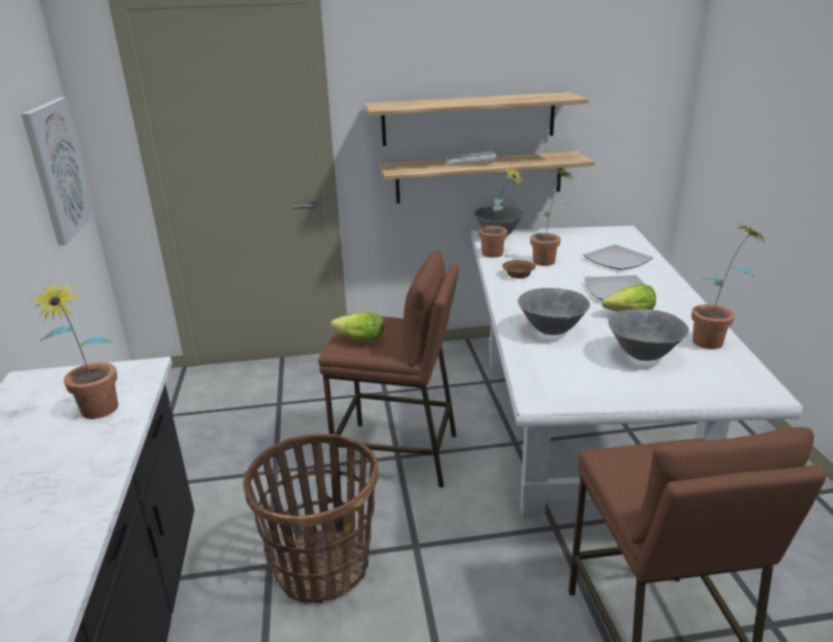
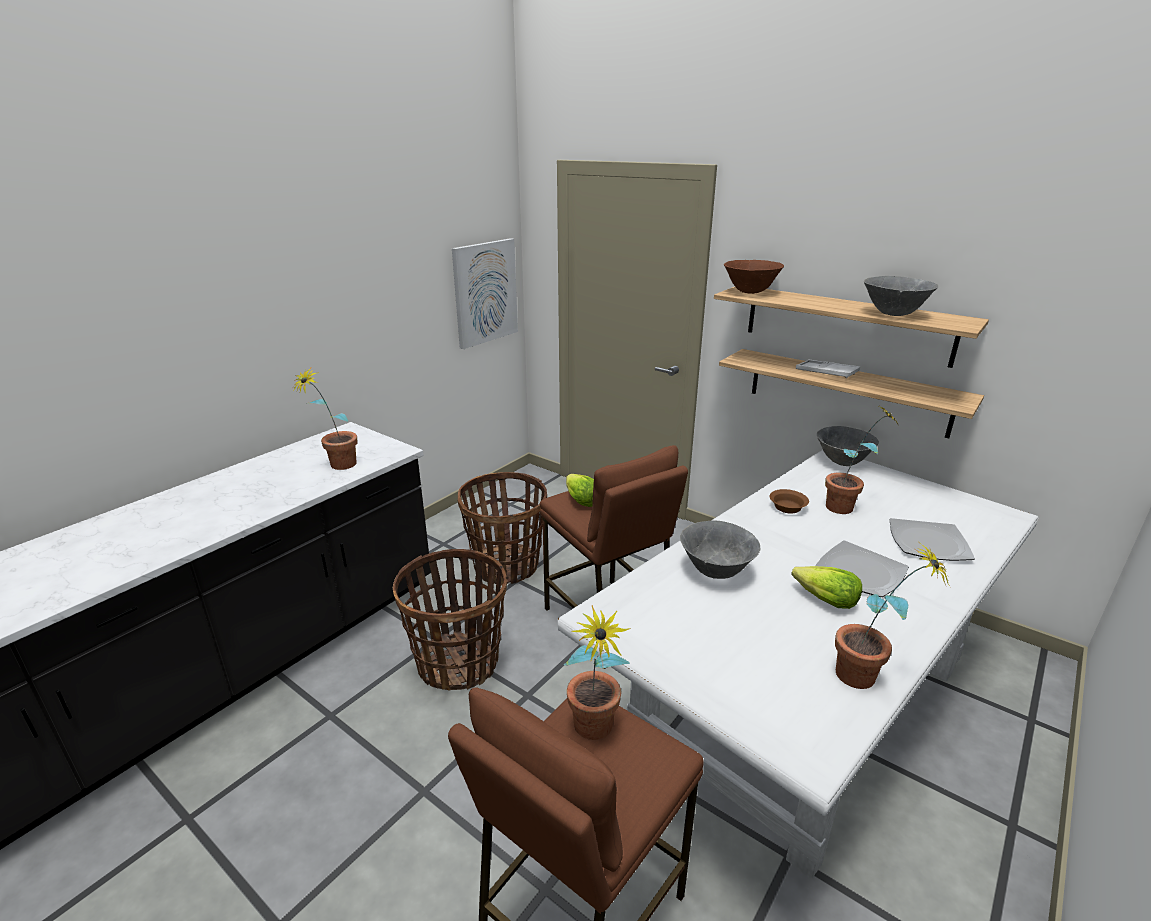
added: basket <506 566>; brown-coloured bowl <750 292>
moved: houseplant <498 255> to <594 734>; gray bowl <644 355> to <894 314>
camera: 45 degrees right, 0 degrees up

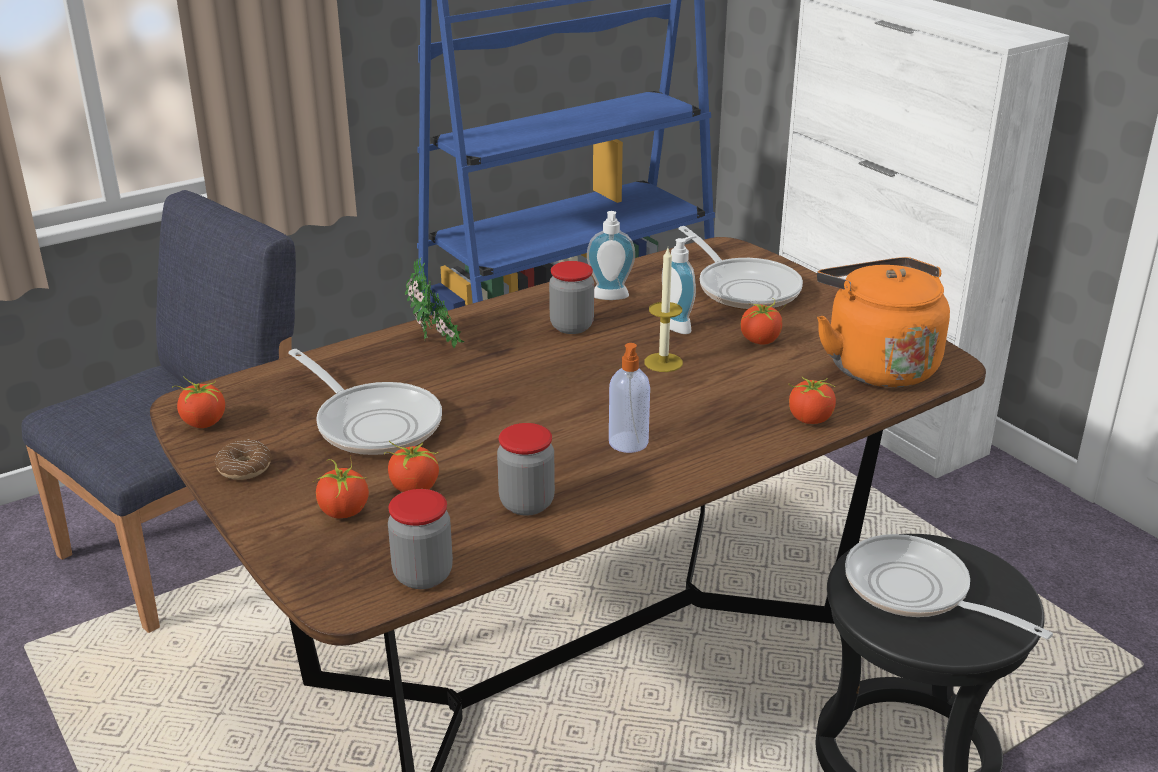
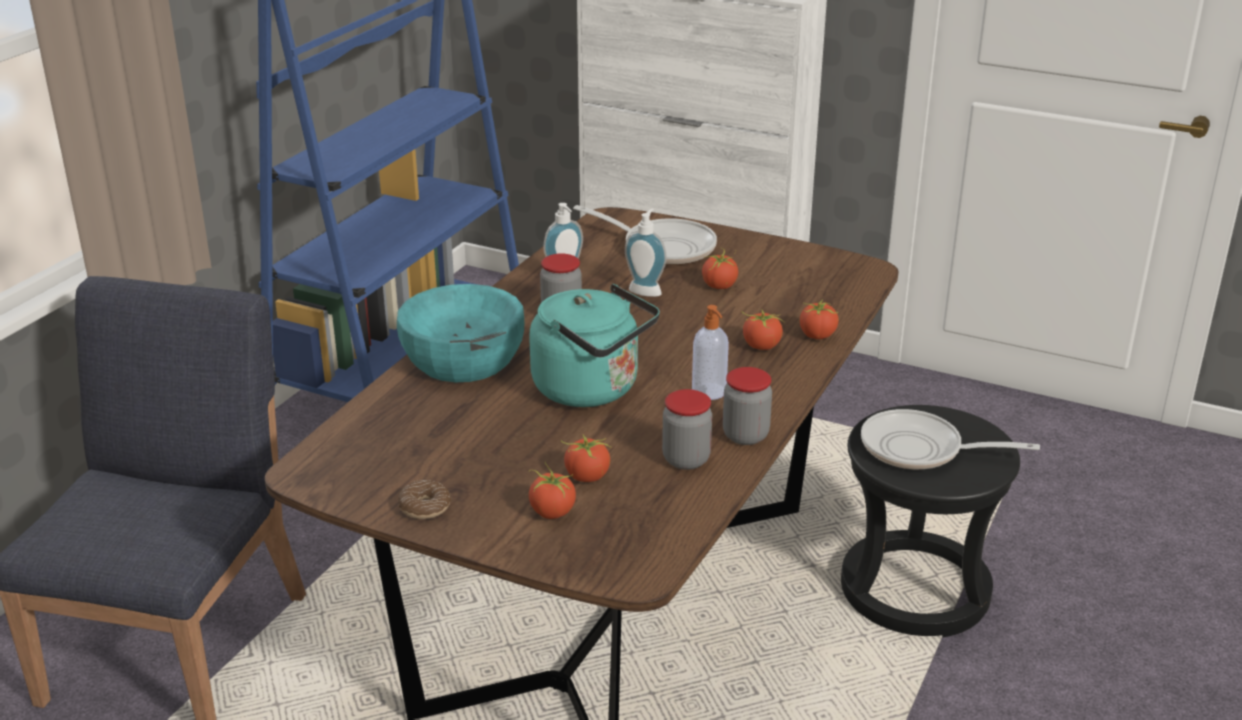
removed: pan <373 423>; candle <663 362>; orangey kettle <876 364>
added: turquoise-coloured kettle <592 389>
moved: tomato <203 423> to <761 346>; jar <423 575> to <745 435>
replaced: houseplant <435 344> to turquoise-coloured bowl <463 359>
camera: 30 degrees left, 0 degrees up

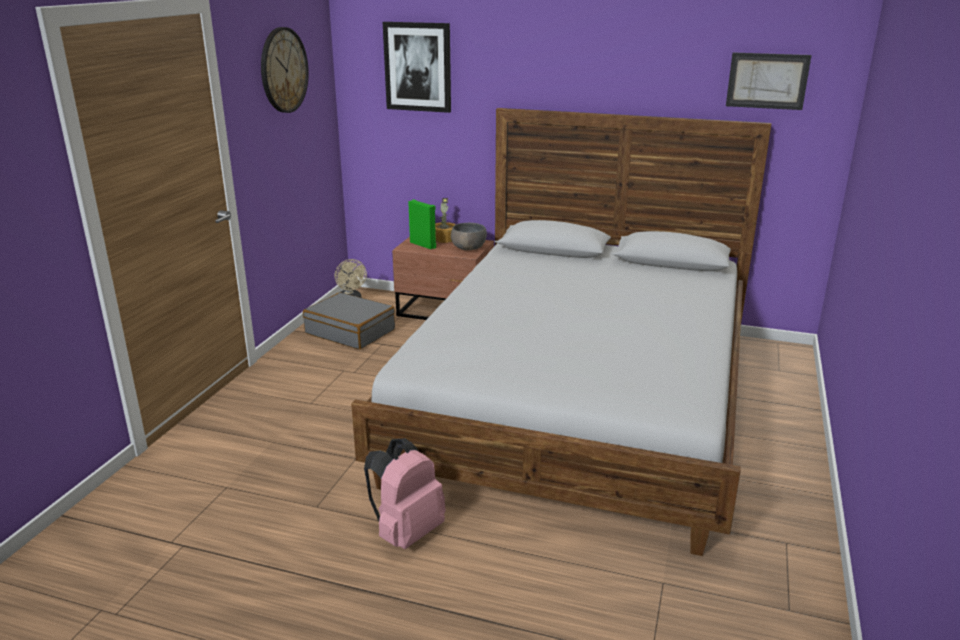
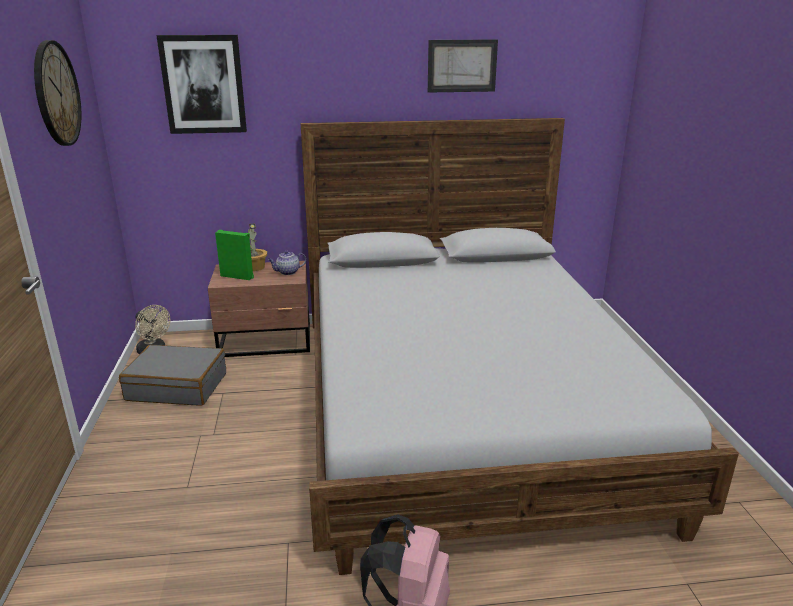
moved: picture <767 81> to <462 66>
replaced: gray bowl <468 248> to pot for tea <287 272>
camera: 25 degrees left, 0 degrees up

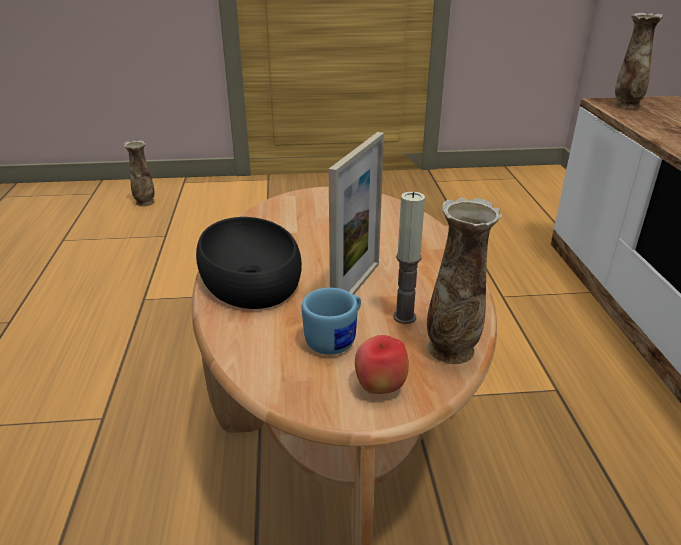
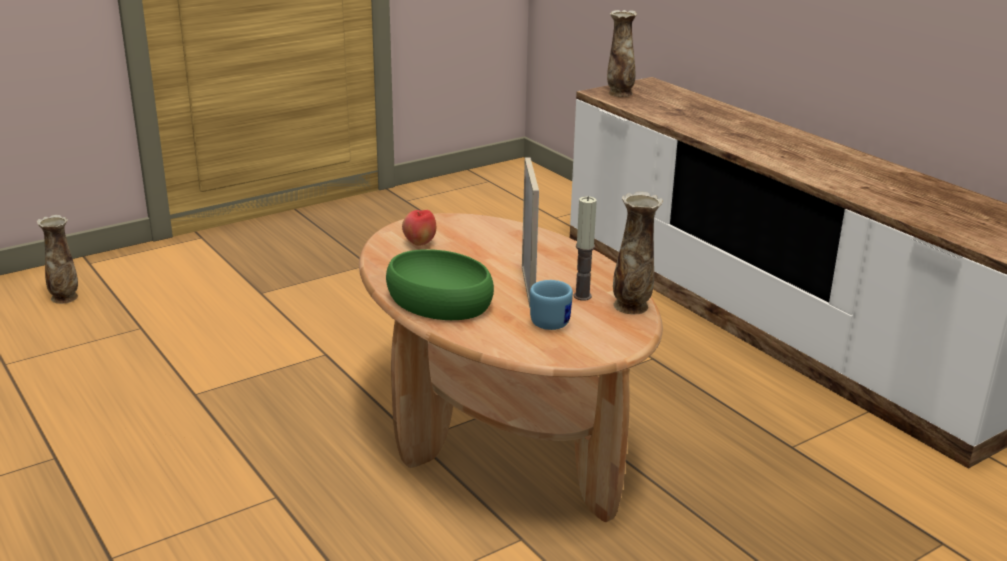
moved: apple fruit <380 387> to <419 243>
recoloured: blackish bowl <248 277> to green bowl <438 300>
camera: 30 degrees left, 5 degrees down

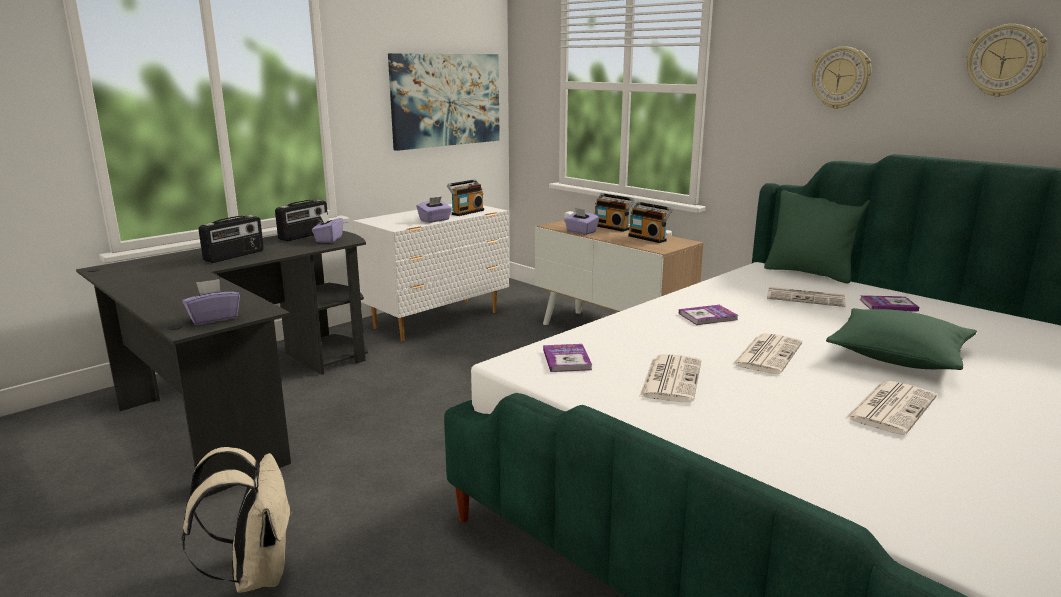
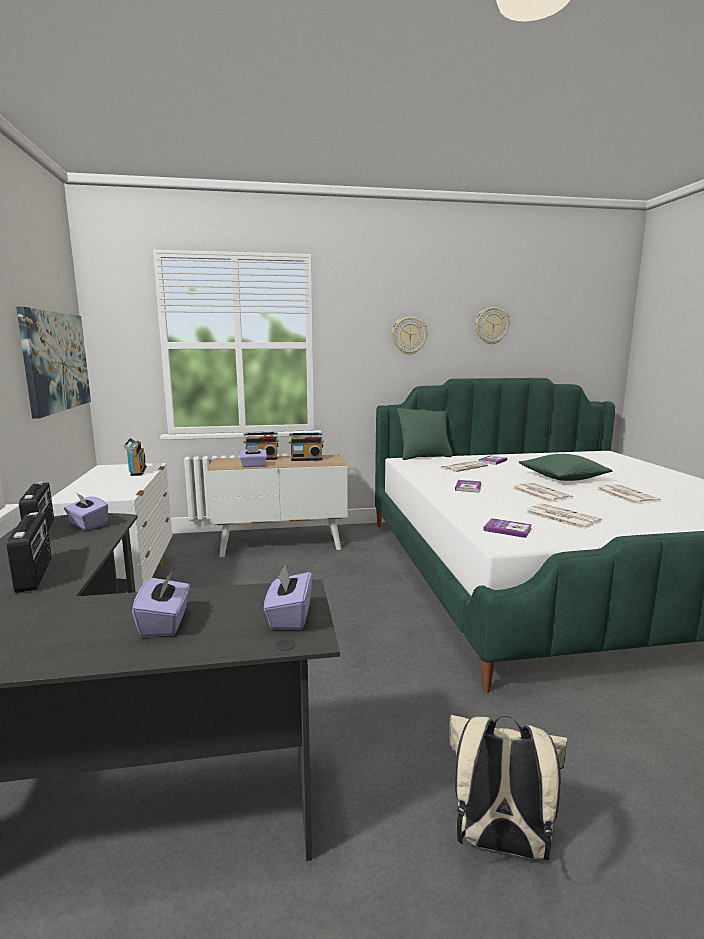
moved: purple-coloured box of tissues <435 220> to <165 623>
camera: 55 degrees left, 5 degrees down

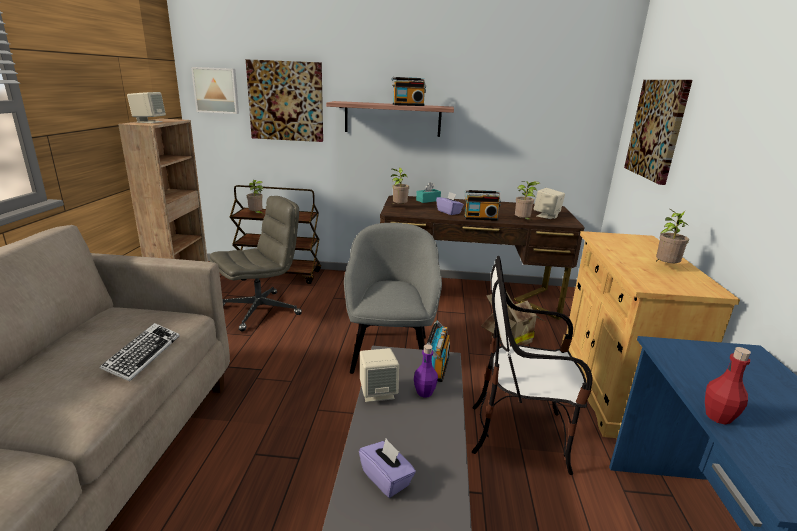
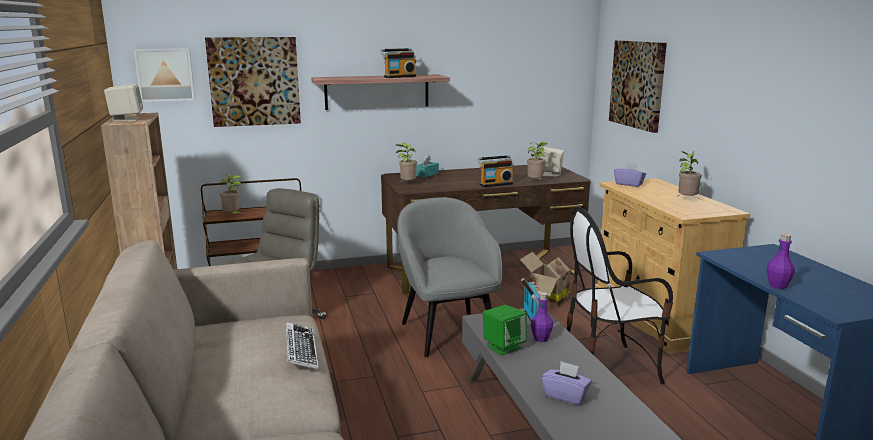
moved: purple-coloured box of tissues <449 212> to <629 184>
recoloured: beige-coloured speaker <378 392> to green speaker <503 346>; red-coloured beverage bottle <718 417> to purple-coloured beverage bottle <777 286>
camera: 20 degrees left, 5 degrees down

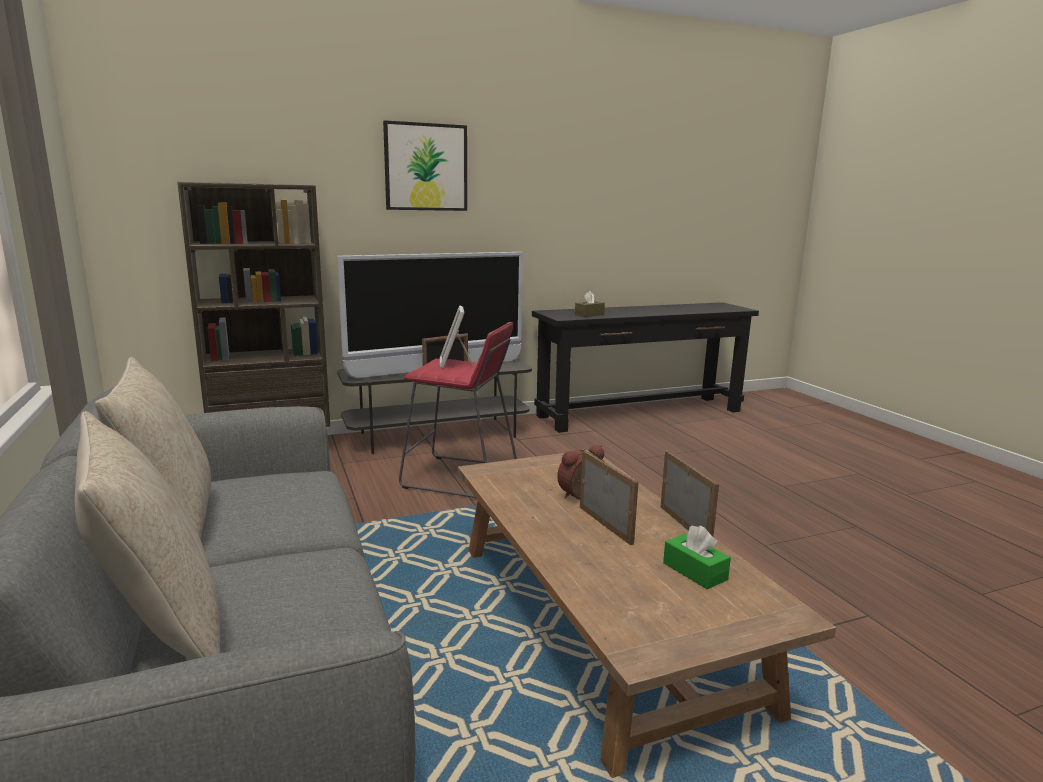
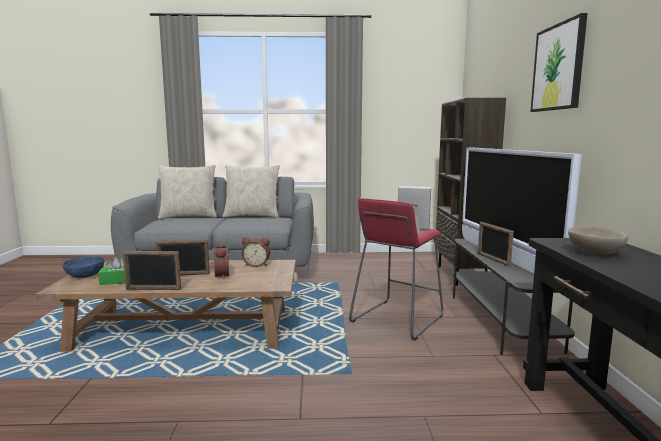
added: blue-coloured bowl <85 275>; bedside clock <257 265>
replaced: brown-coloured box of tissues <589 314> to beige-coloured bowl <594 253>
camera: 110 degrees right, 5 degrees down

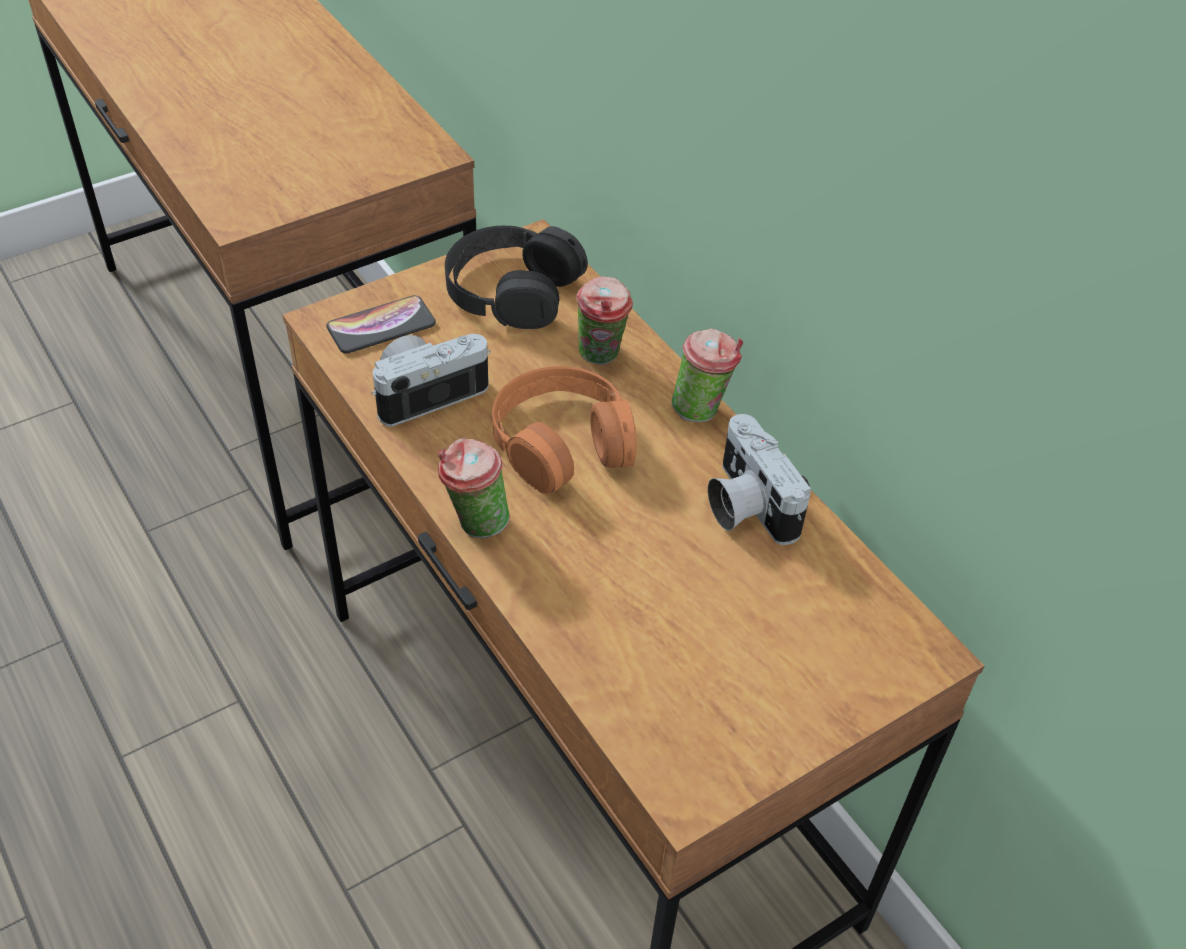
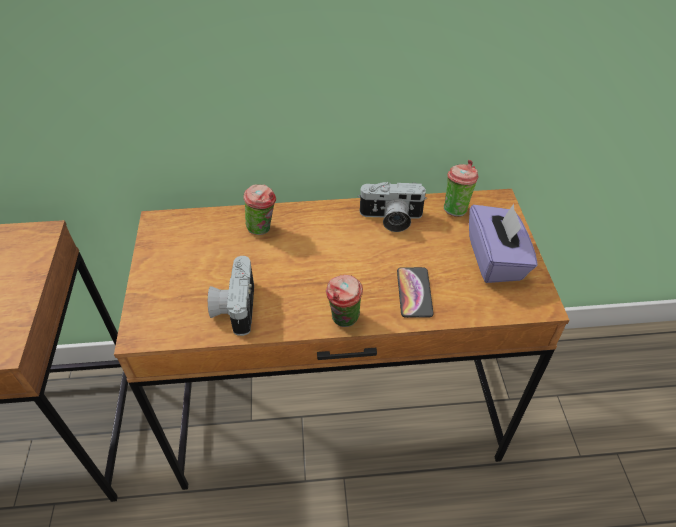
removed: blackish pair of headphones <511 290>; orangey pair of headphones <562 442>
added: purple-coloured box of tissues <496 259>
moved: telephone <381 326> to <414 292>; cup <702 410> to <456 208>
camera: 60 degrees left, 0 degrees up

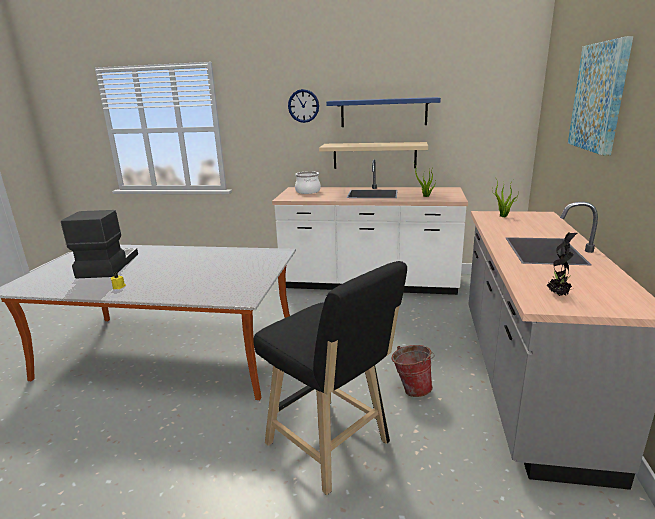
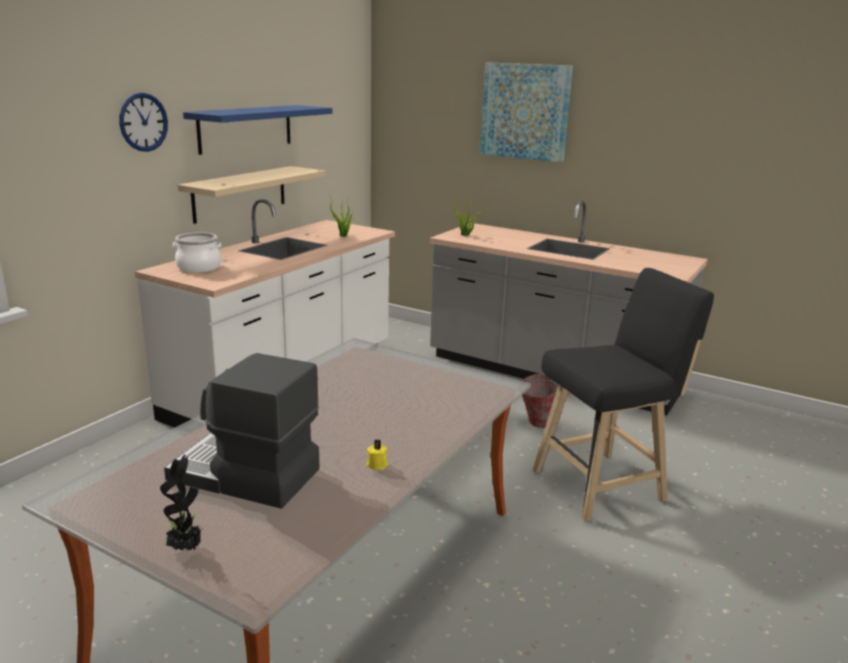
moved: houseplant <558 295> to <186 548>
camera: 70 degrees left, 0 degrees up

